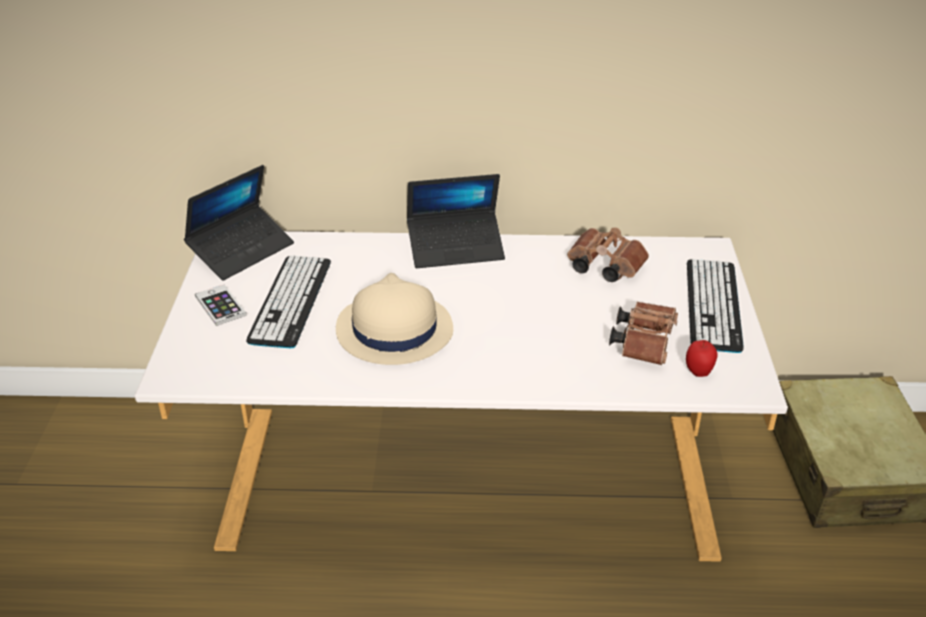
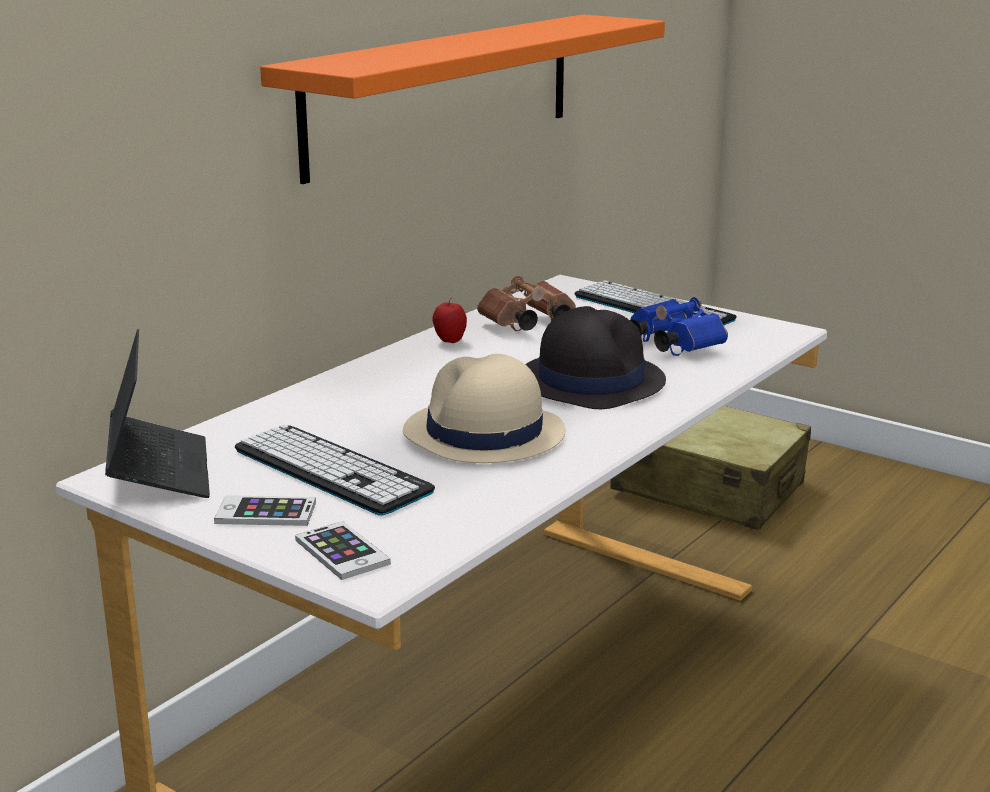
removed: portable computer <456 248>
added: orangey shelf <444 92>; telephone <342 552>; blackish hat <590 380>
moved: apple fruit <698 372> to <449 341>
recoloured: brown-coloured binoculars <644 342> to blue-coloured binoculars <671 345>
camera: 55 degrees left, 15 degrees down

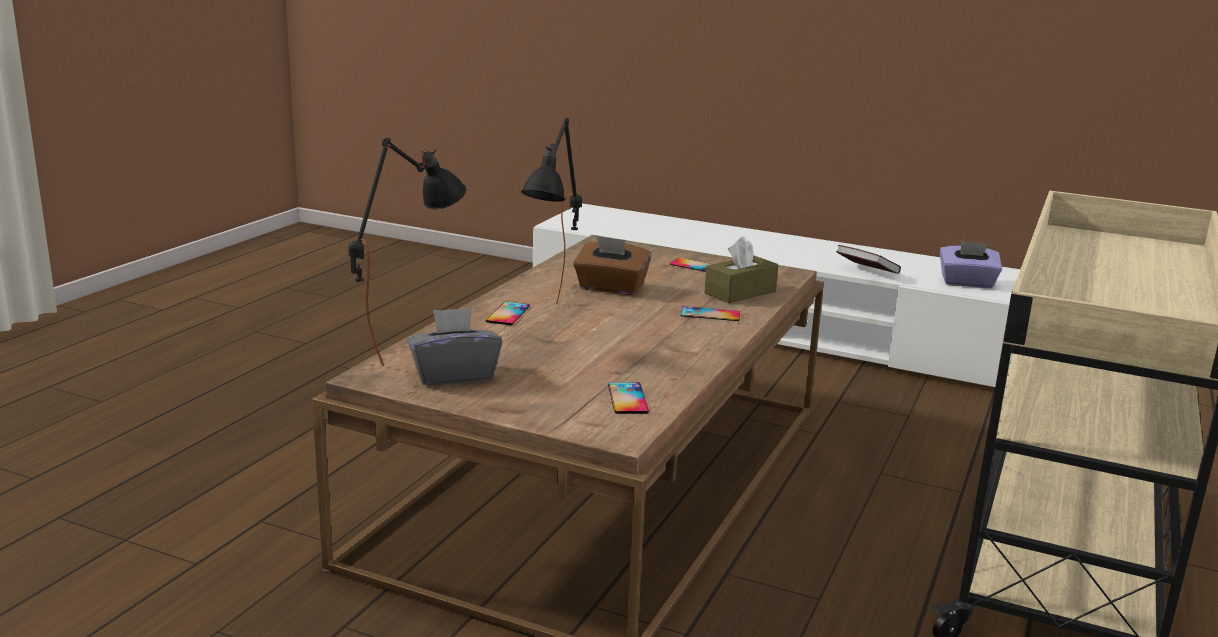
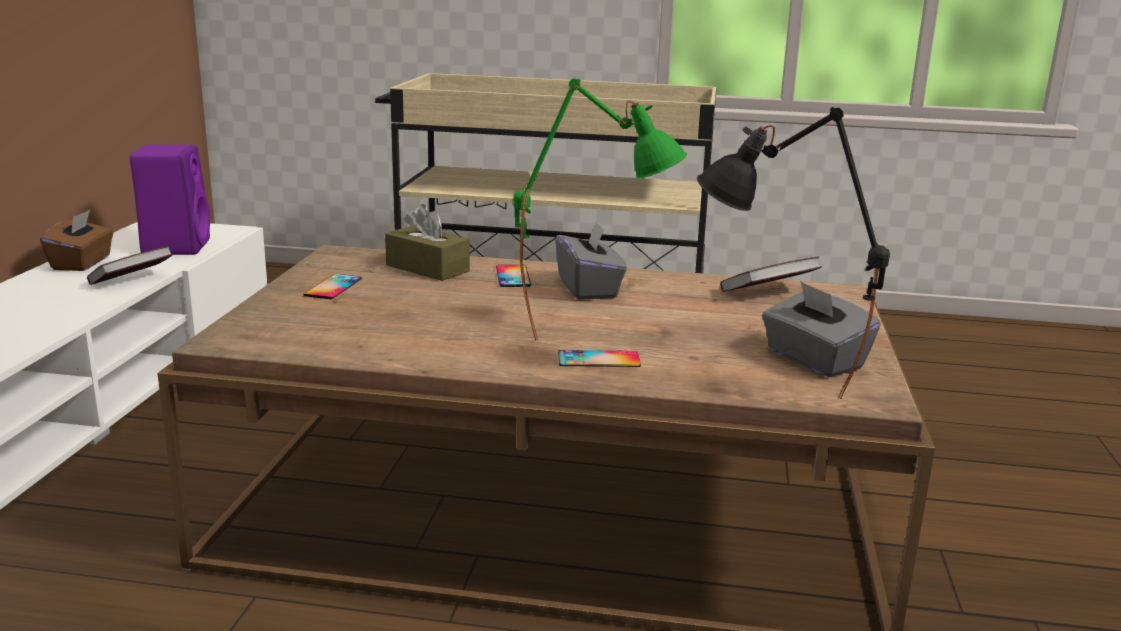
added: gray box of tissues <589 288>
moved: brown-coloured box of tissues <611 288> to <82 263>
replaced: telephone <627 398> to volume <768 293>; purple-coloured box of tissues <967 283> to purple-coloured speaker <176 246>
recoloured: blackish table lamp <556 319> to green table lamp <592 335>
camera: 105 degrees left, 0 degrees up

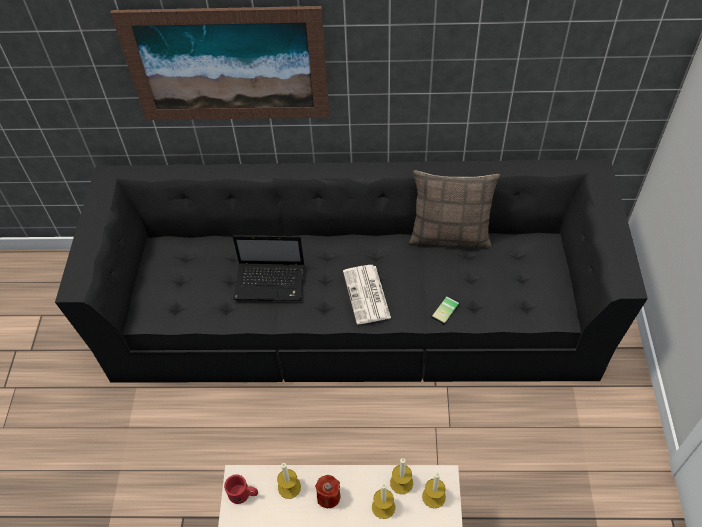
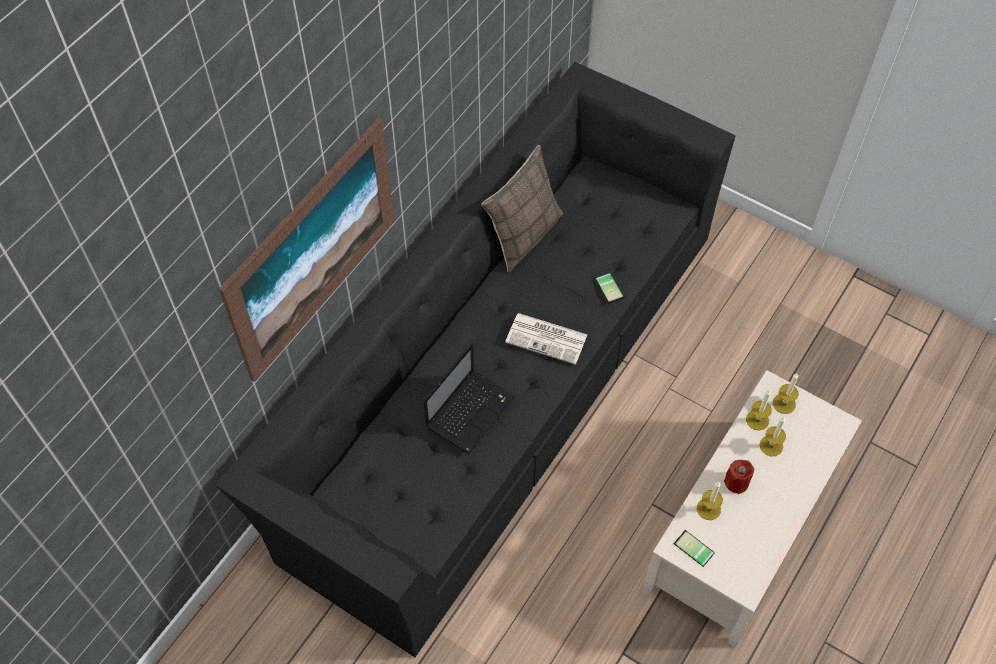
replaced: red-coloured coffee mug <243 494> to telephone <692 550>
camera: 60 degrees left, 5 degrees up

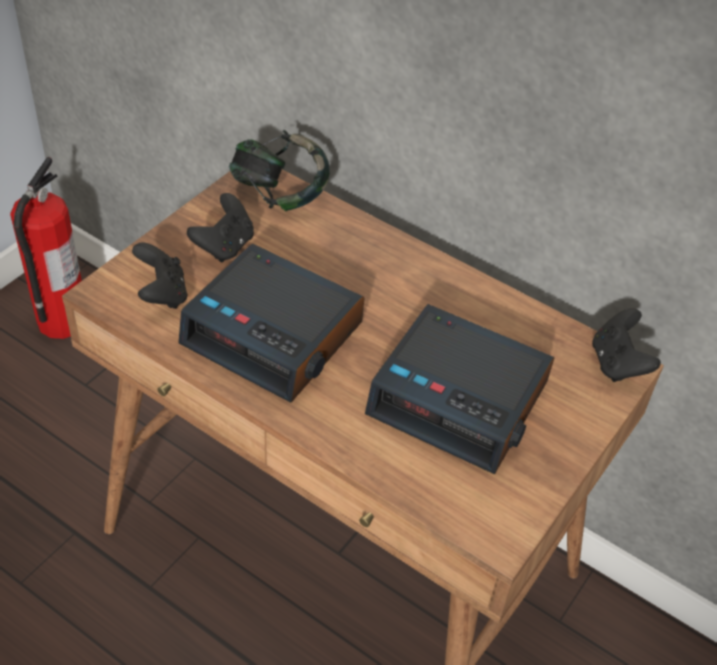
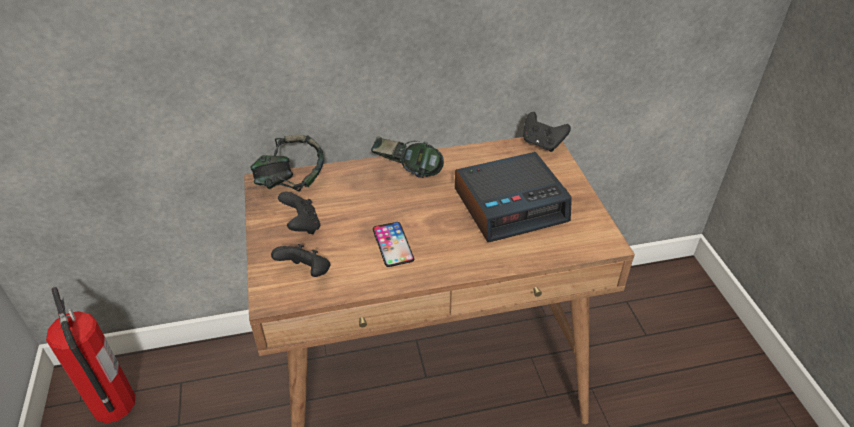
added: pair of headphones <407 174>
replaced: bedside clock <275 334> to telephone <393 244>
camera: 45 degrees left, 5 degrees down

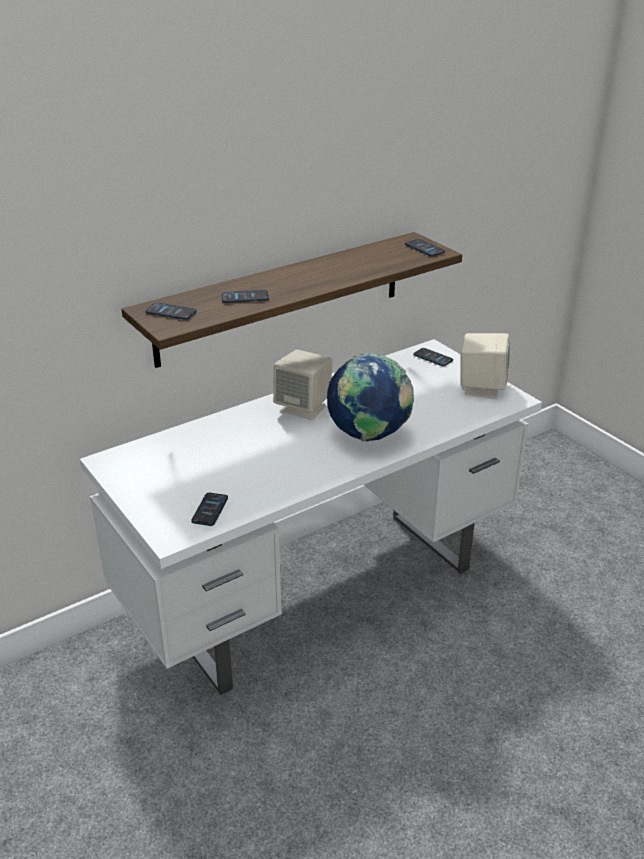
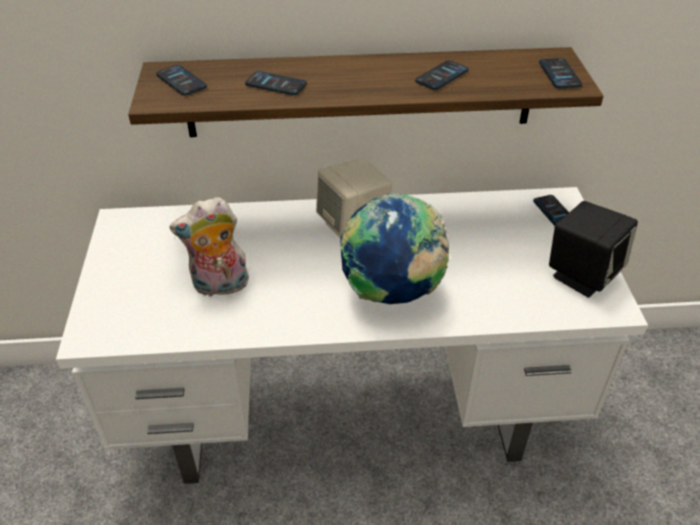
added: soft toy <219 286>
moved: telephone <210 510> to <442 76>
recoloured: beige-coloured speaker <481 387> to blackish speaker <582 275>
camera: 30 degrees right, 10 degrees up

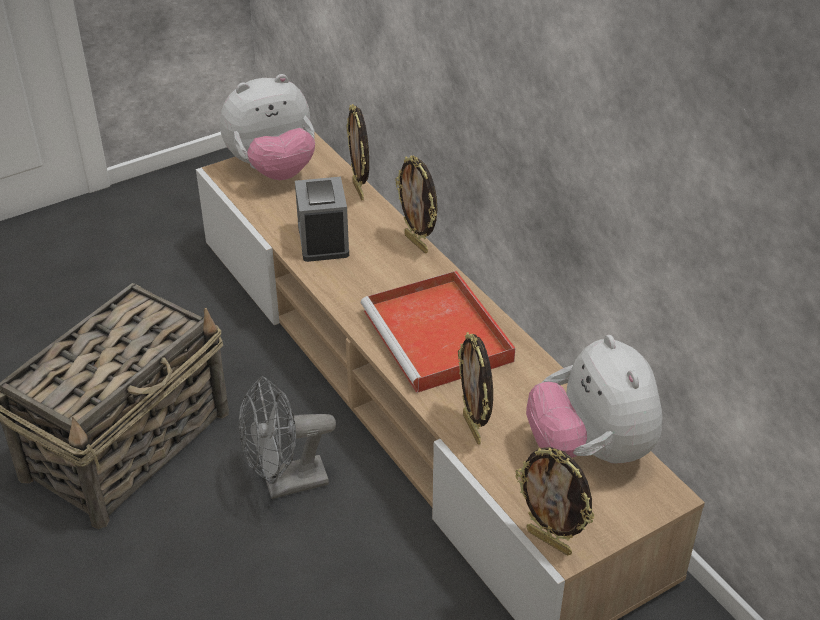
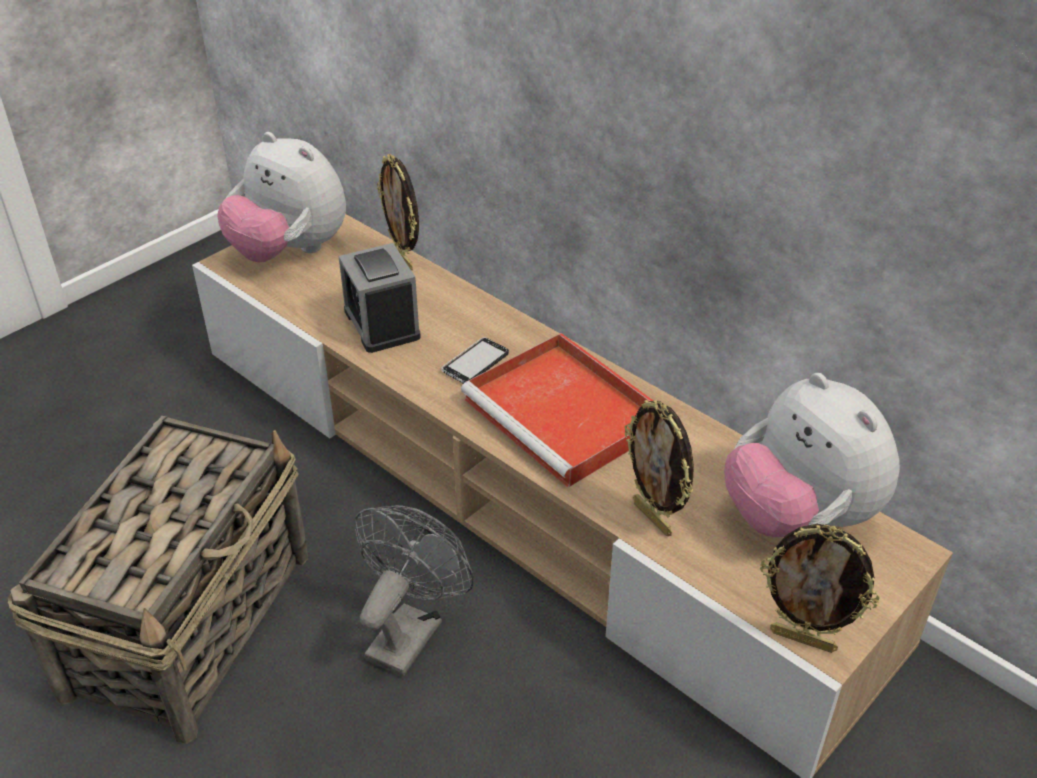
removed: picture frame <417 243>
added: telephone <475 363>
turned: soft toy <273 170> = <289 251> 75 degrees clockwise; gray electric fan <285 483> = <410 631> 150 degrees clockwise
camera: 15 degrees left, 0 degrees up

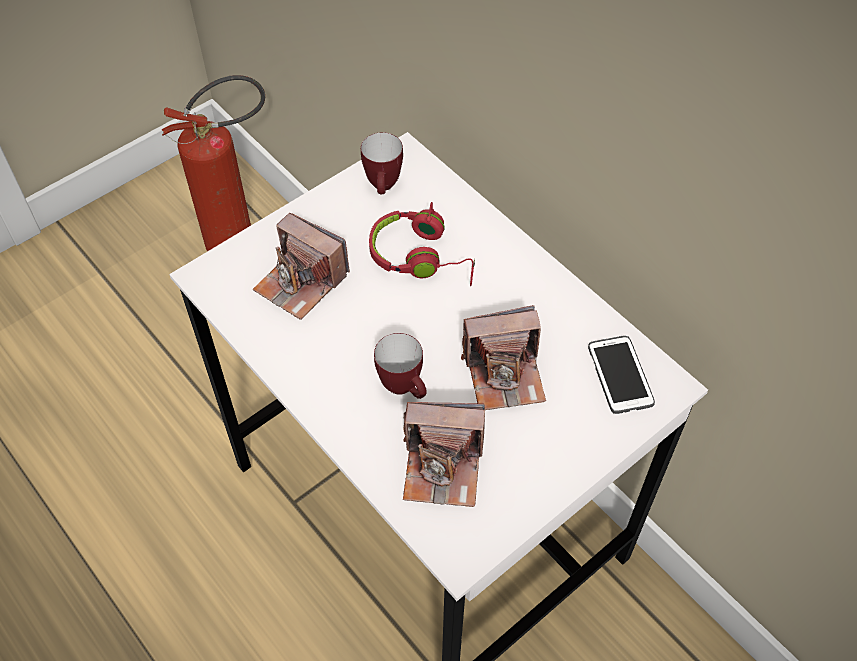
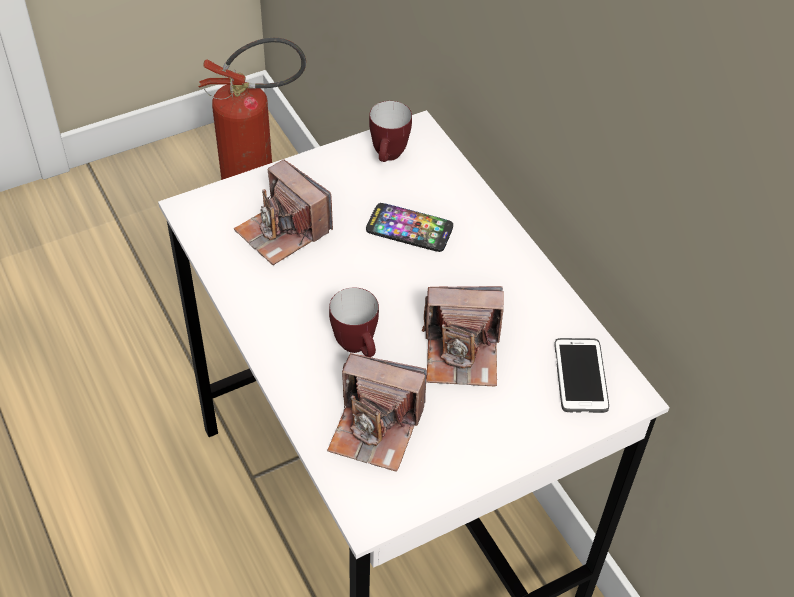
replaced: red-coloured pair of headphones <422 257> to telephone <409 229>
camera: 10 degrees right, 5 degrees down

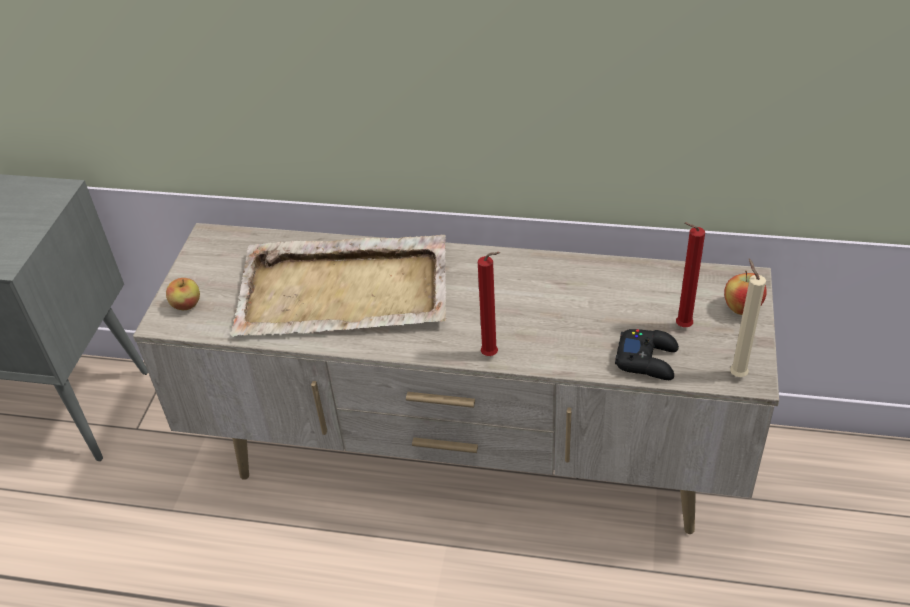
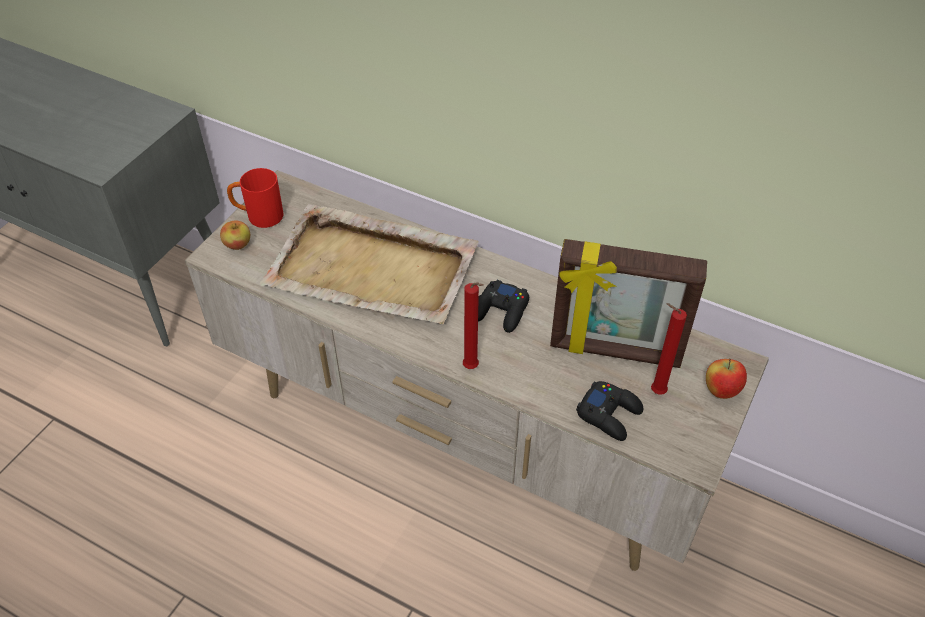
removed: beige-coloured candle <736 373>
added: red-coloured coffee mug <258 216>; blackish gamepad <501 311>; picture frame <615 351>
camera: 15 degrees right, 5 degrees up

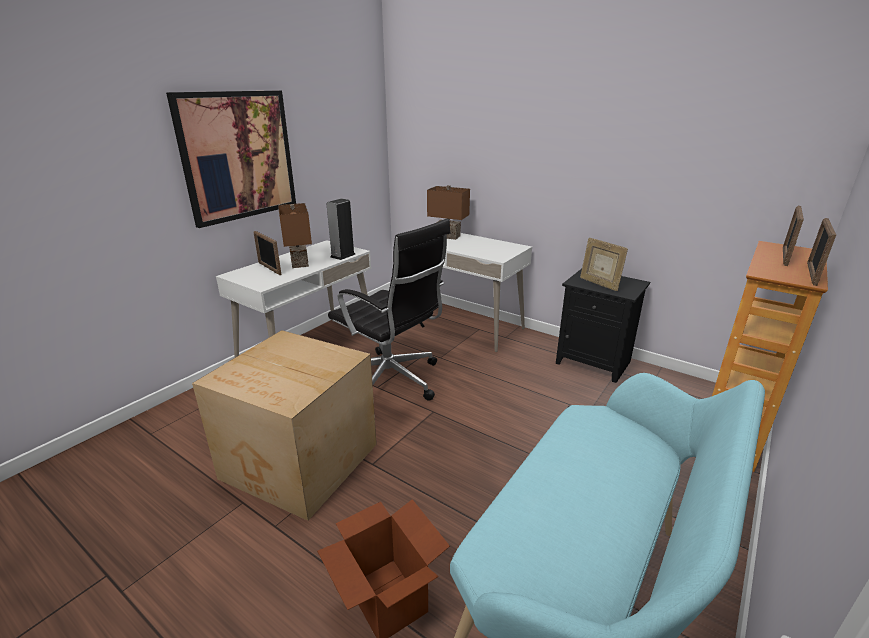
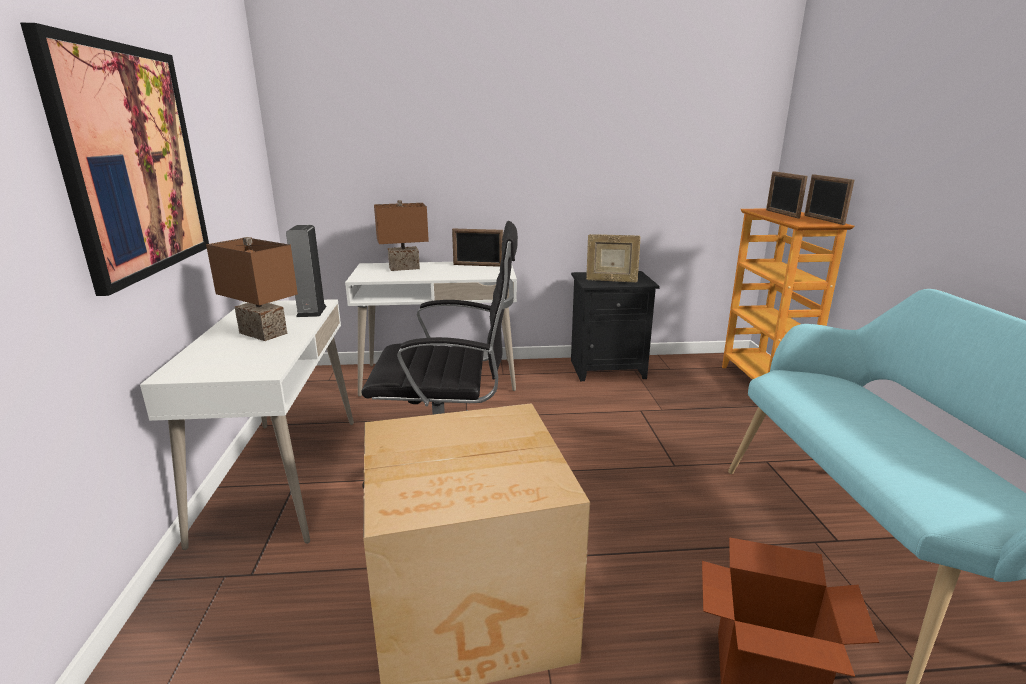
moved: picture frame <269 268> to <478 265>
camera: 40 degrees left, 5 degrees down

